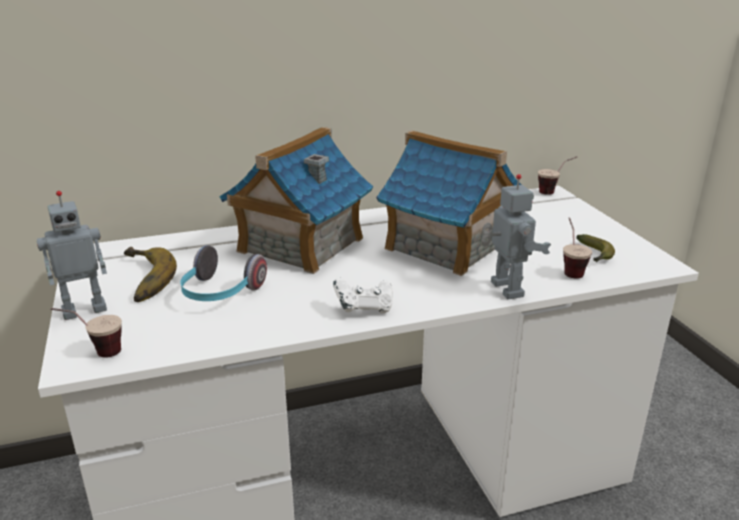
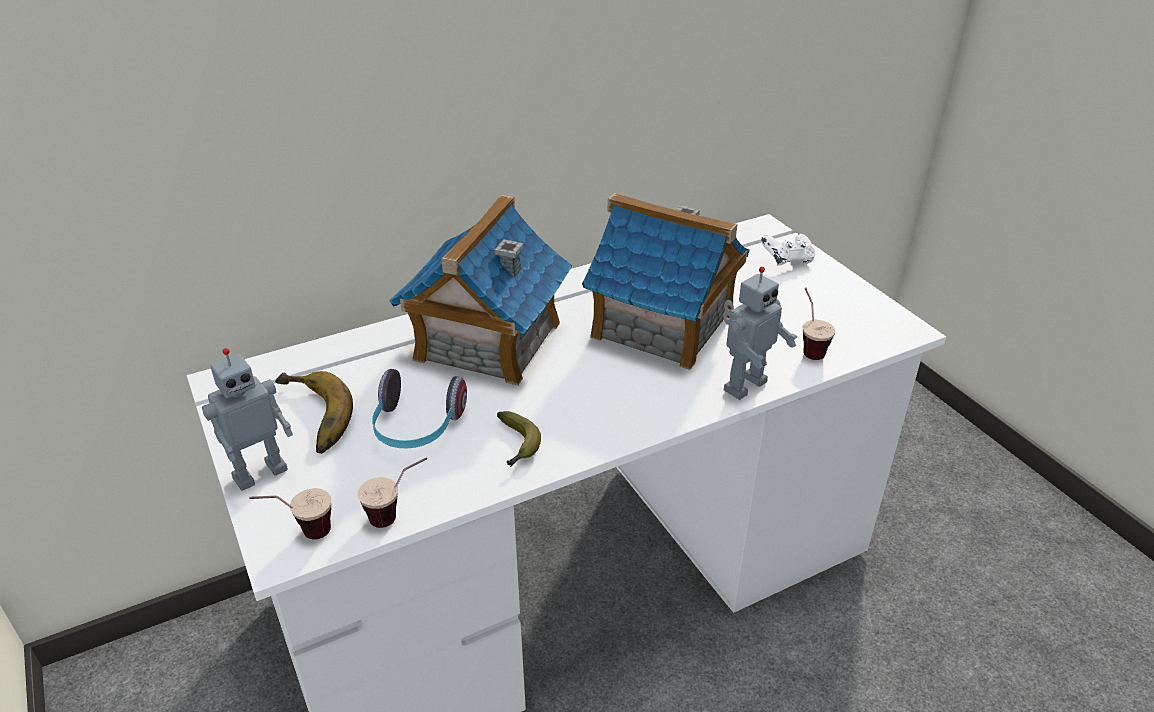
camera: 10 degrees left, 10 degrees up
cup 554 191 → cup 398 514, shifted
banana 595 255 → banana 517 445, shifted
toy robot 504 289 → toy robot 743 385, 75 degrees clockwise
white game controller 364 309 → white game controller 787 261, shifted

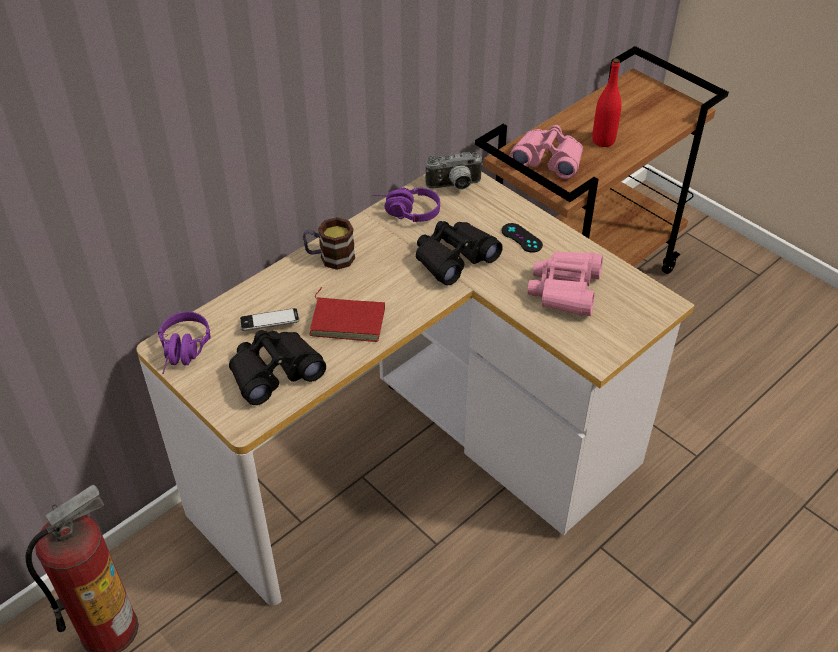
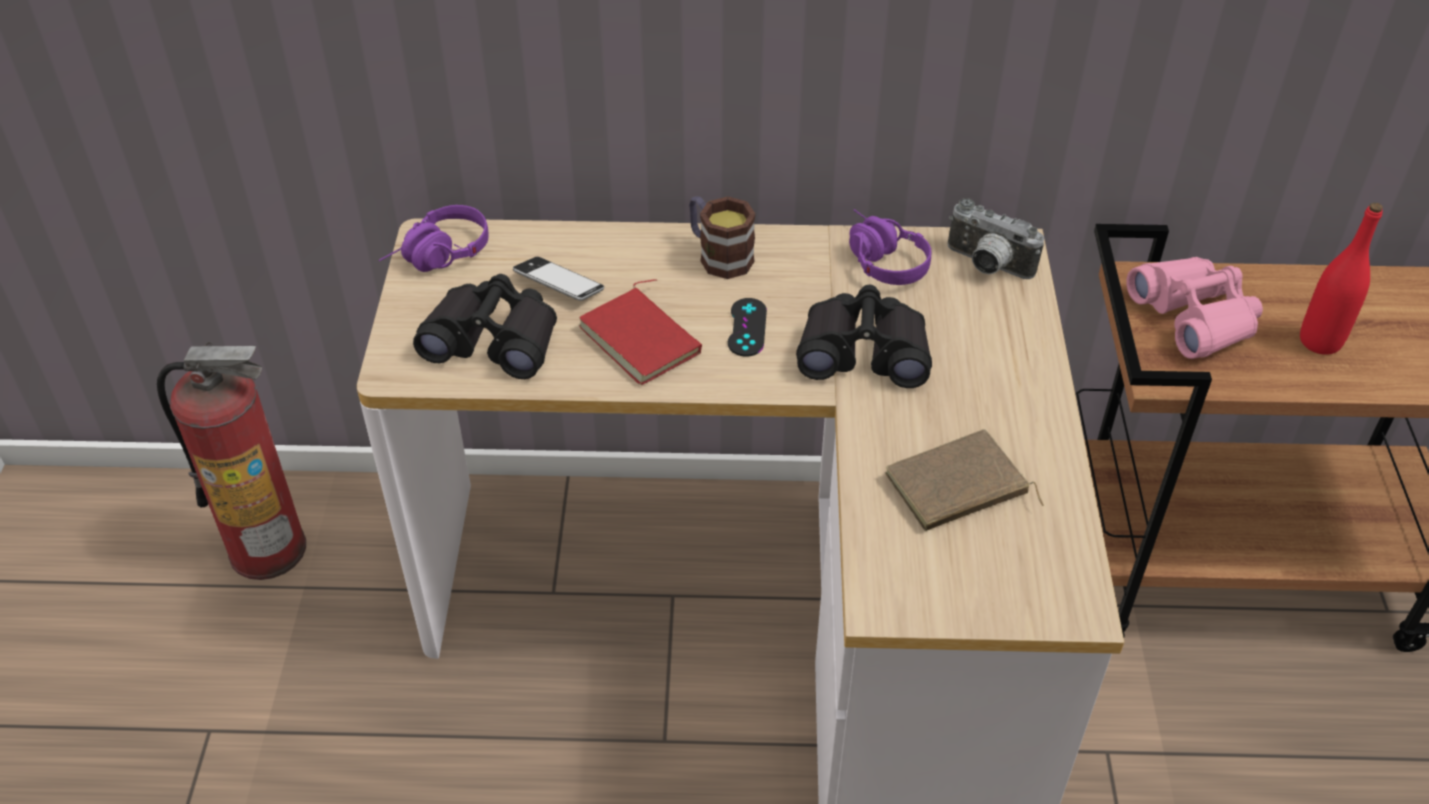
camera: 45 degrees right, 0 degrees up
black game controller 521 238 → black game controller 747 327, shifted
pink binoculars 565 290 → brown book 957 489

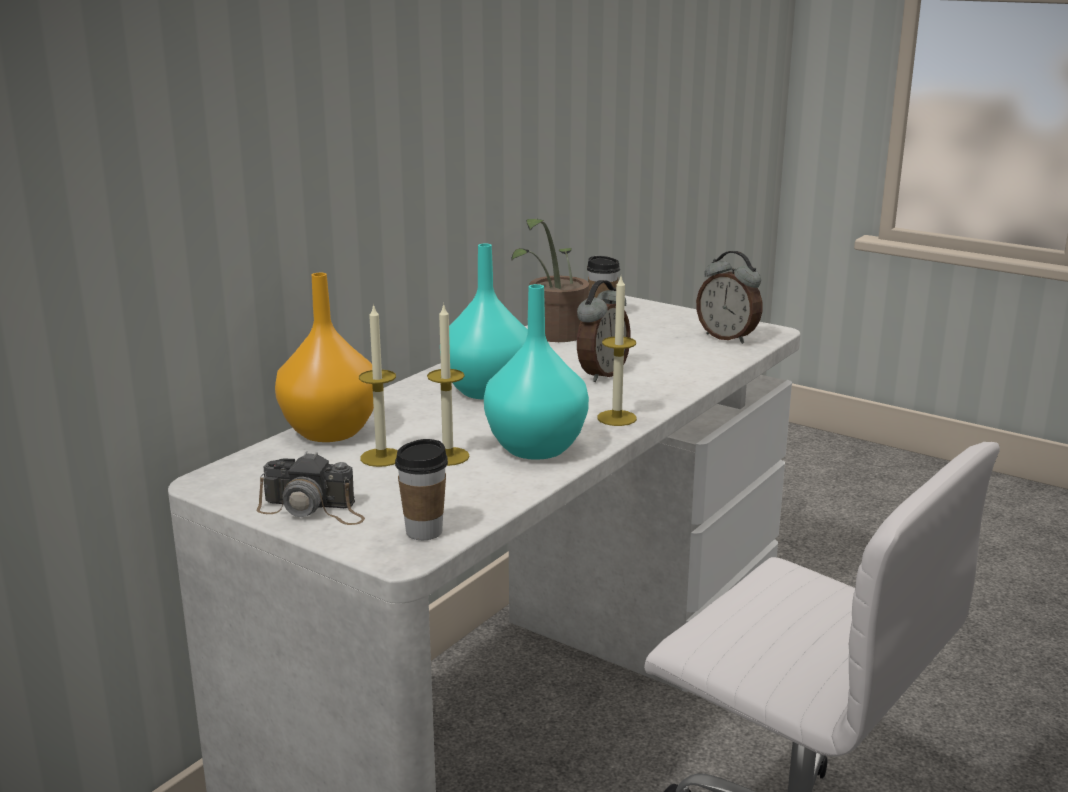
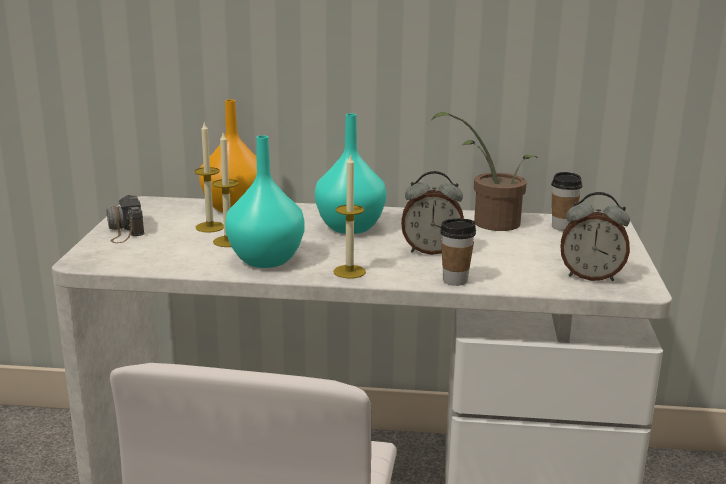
camera: 60 degrees right, 0 degrees up
cup 424 531 → cup 455 280, shifted
alarm clock 728 337 → alarm clock 591 276, 90 degrees counterclockwise

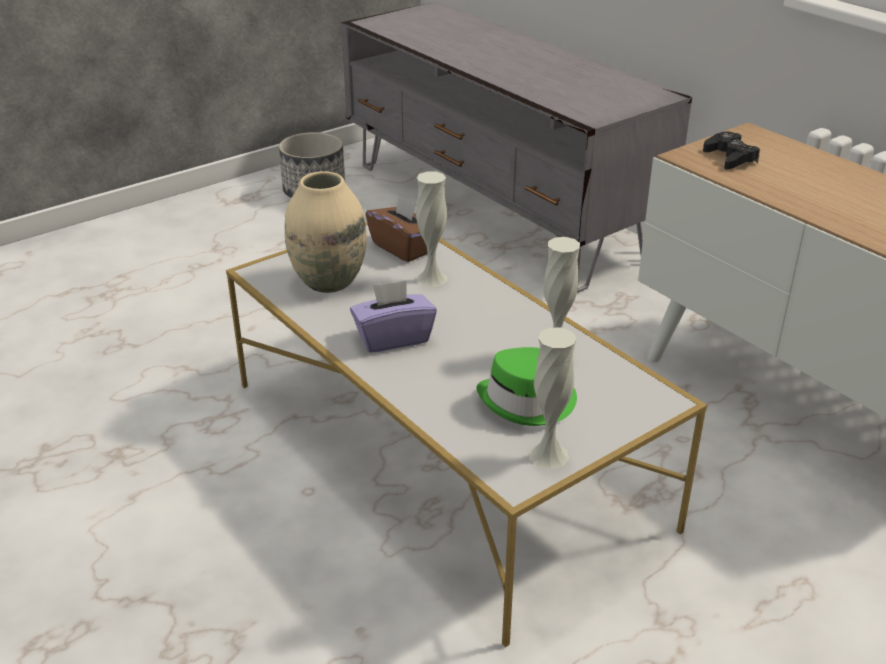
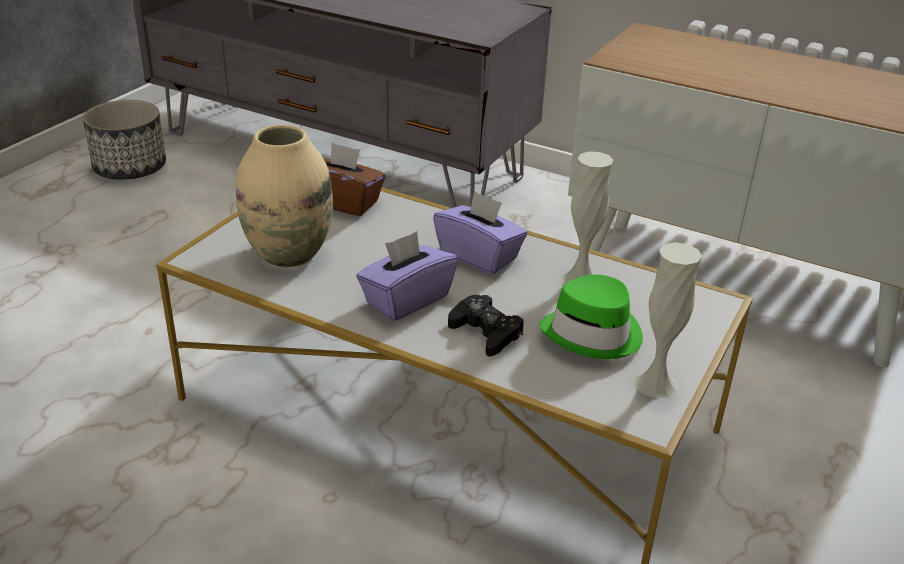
camera: 25 degrees left, 0 degrees up
- → purple tissue box 479 255
black game controller 730 158 → black game controller 486 332, shifted
white vase 431 278 → -

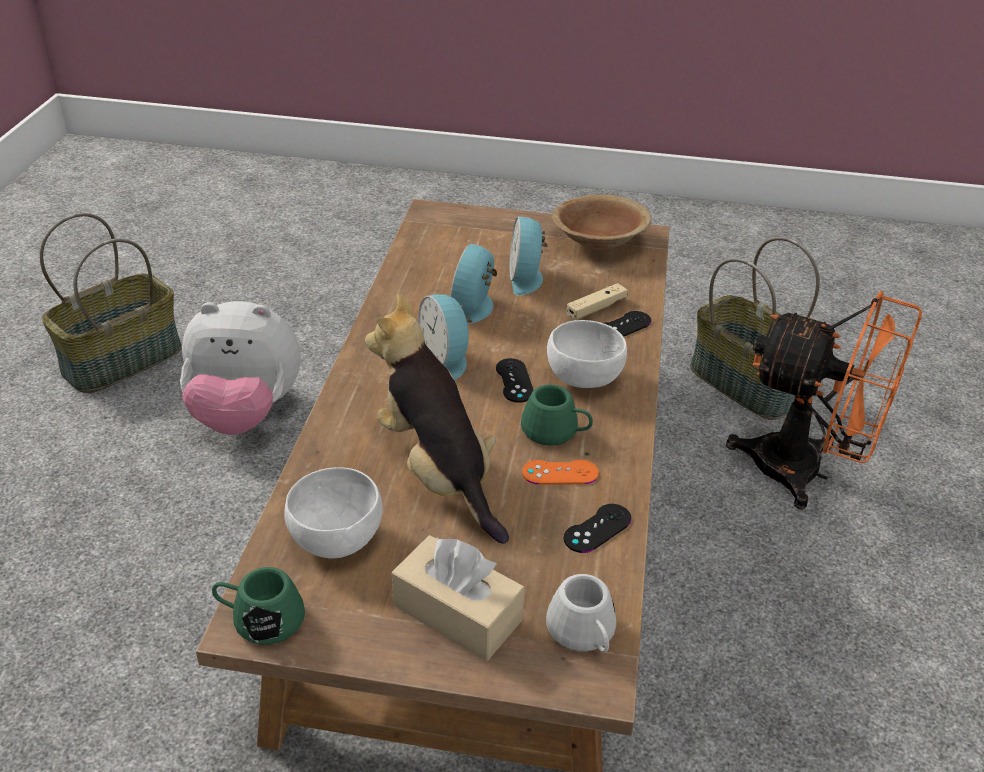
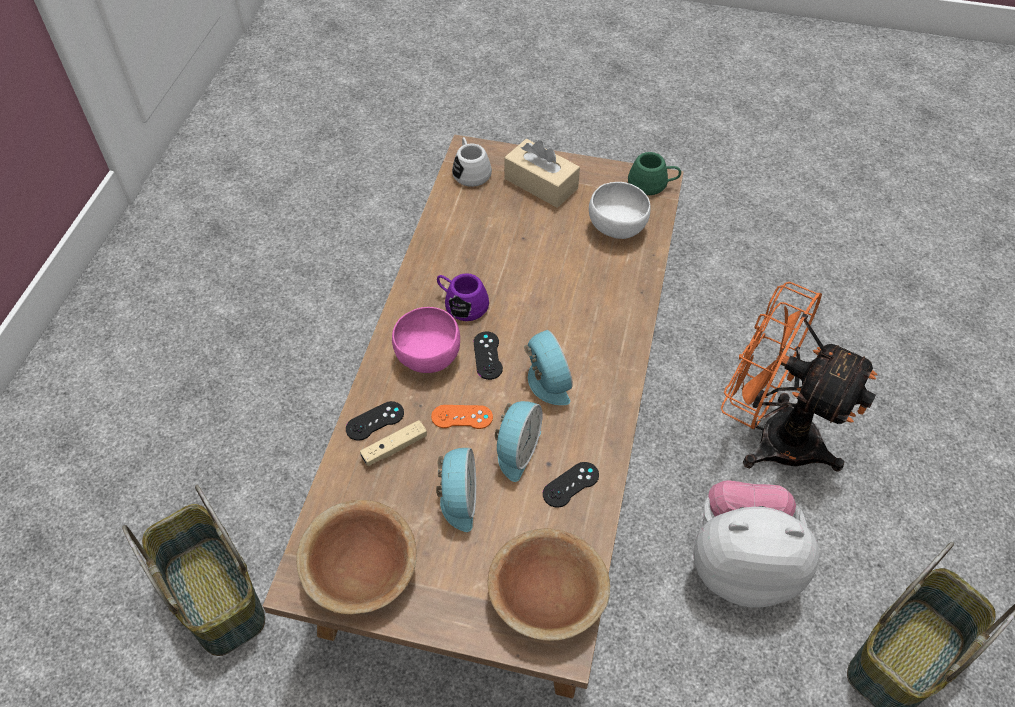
camera: 175 degrees left, 15 degrees up
white bowl 583 378 → pink bowl 428 357
orange game controller 560 473 → orange game controller 462 417, shifted
green mug 556 432 → purple mug 461 303
- → brown bowl 547 595
black game controller 597 528 → black game controller 571 484, shifted
orange fan 805 472 → orange fan 771 435, shifted
plush toy 438 472 → -

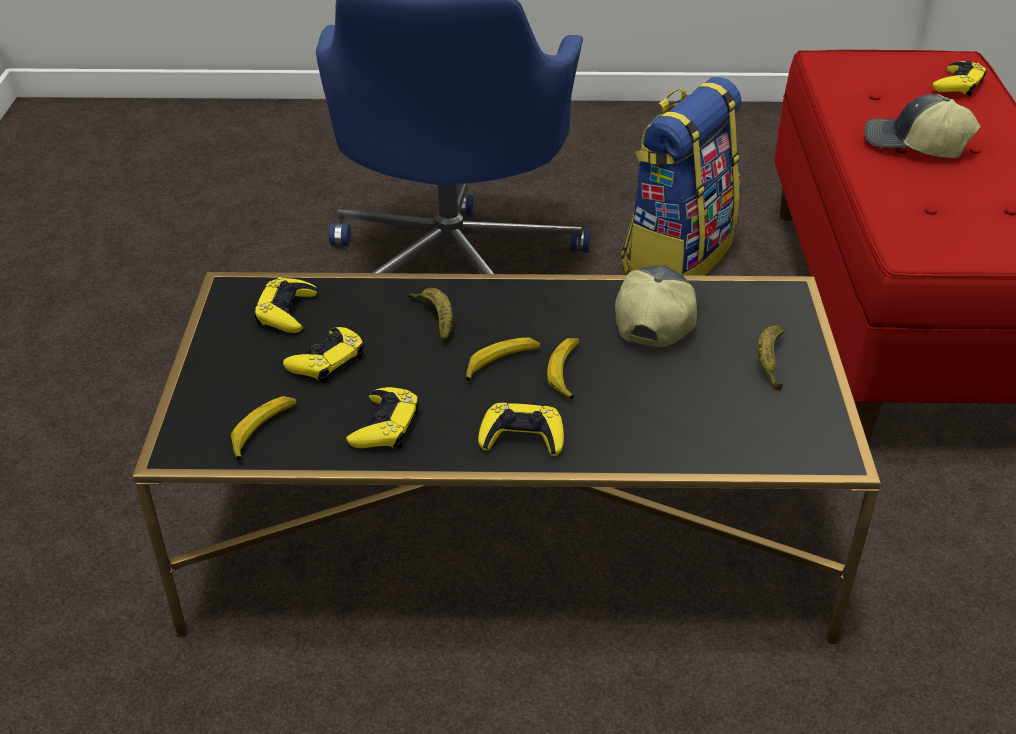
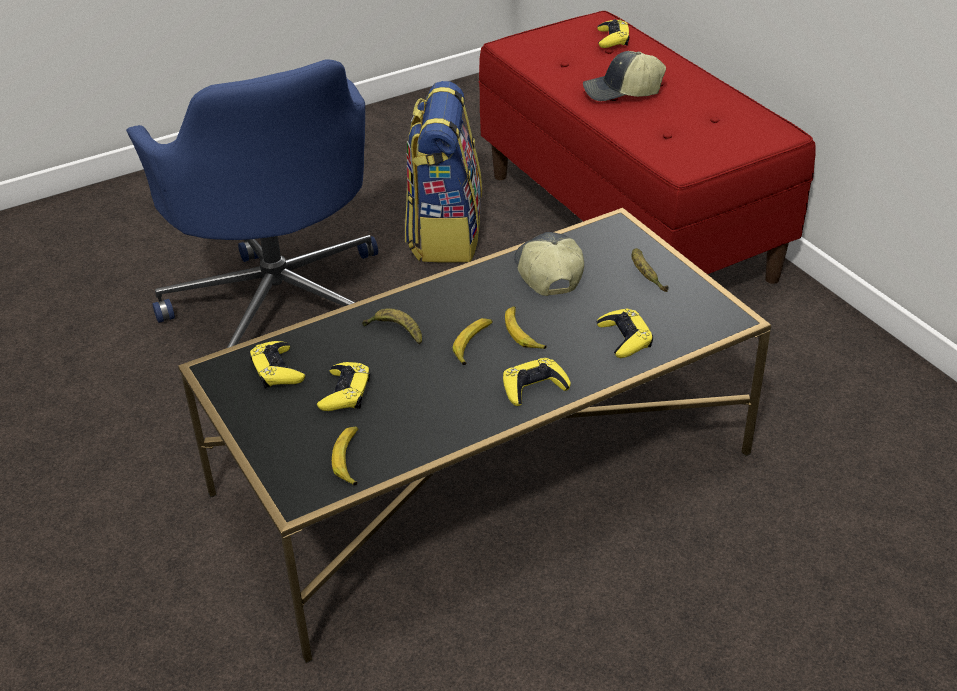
camera: 30 degrees left, 0 degrees up
yellow game controller 385 426 → yellow game controller 625 338, shifted

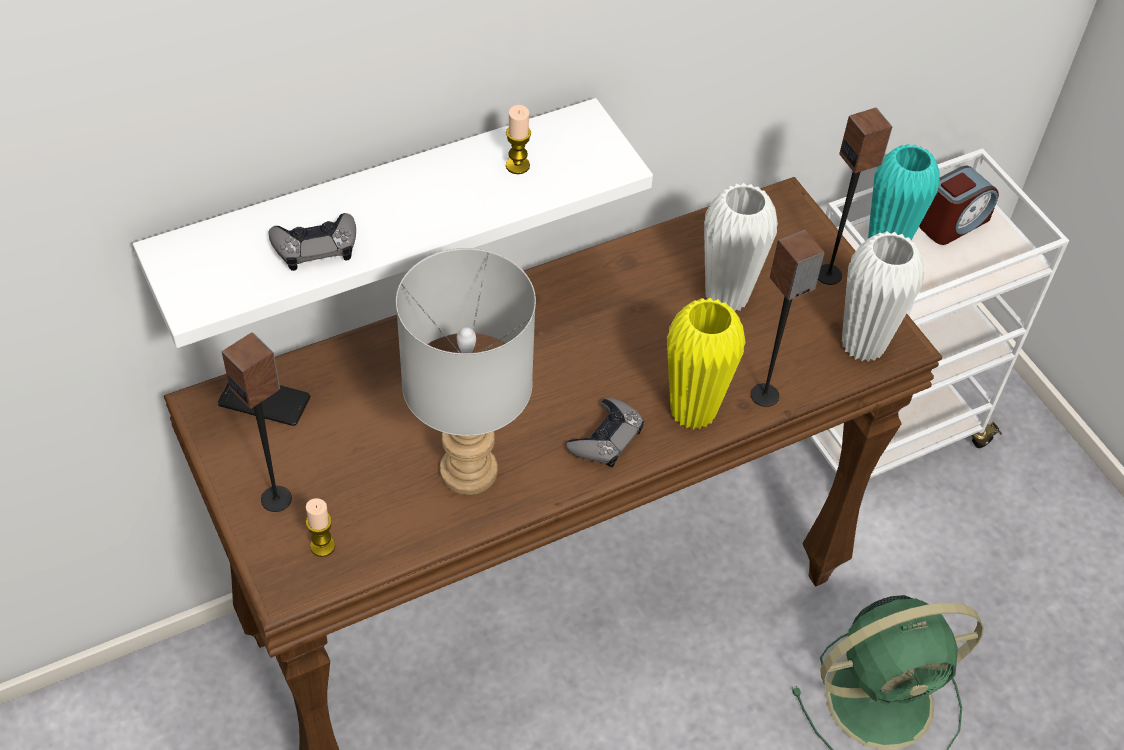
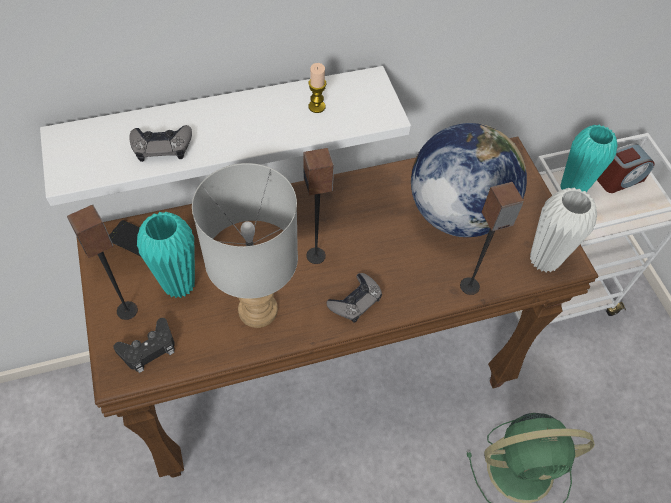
camera: 10 degrees right, 5 degrees up
candle 322 546 → black game controller 148 349
- → turquoise vase 179 284
speaker 829 274 → speaker 316 255, shifted
white vase 726 297 → globe 456 213
yellow vase 693 411 → -

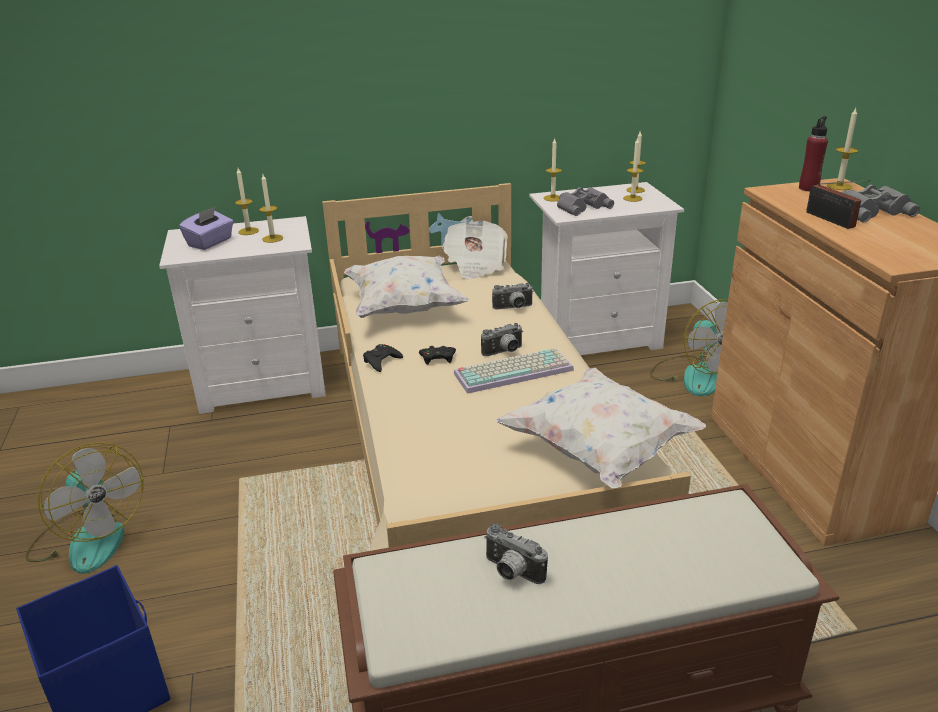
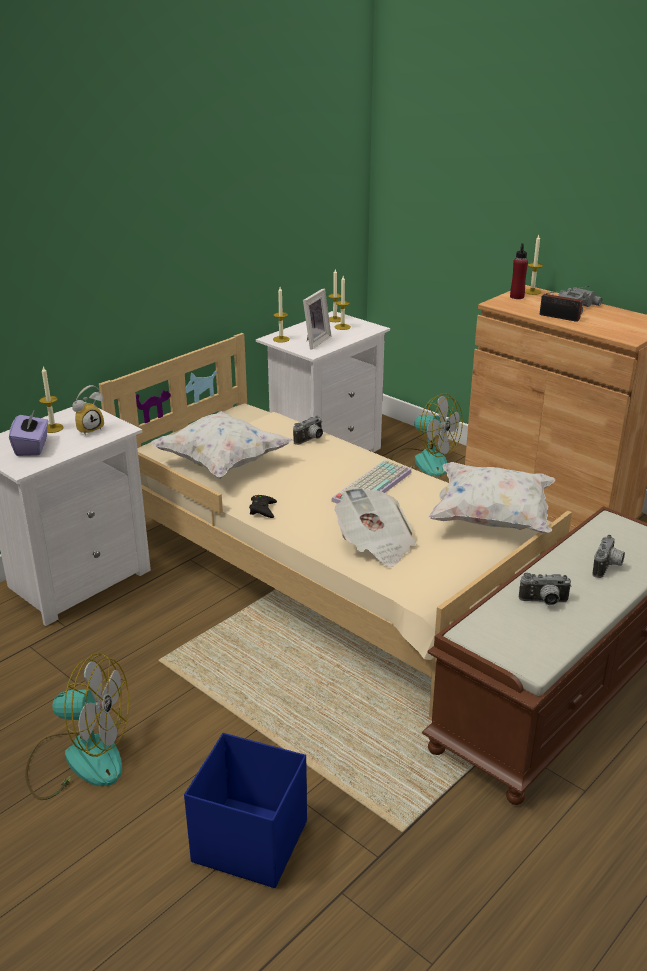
camera: 35 degrees left, 0 degrees up
candle 272 238 → alarm clock 89 429
grey binoculars 582 206 → picture frame 314 341
newspaper 475 265 → newspaper 375 544, shifted
photo camera 504 352 → photo camera 608 568, shifted
black game controller 438 358 → -

